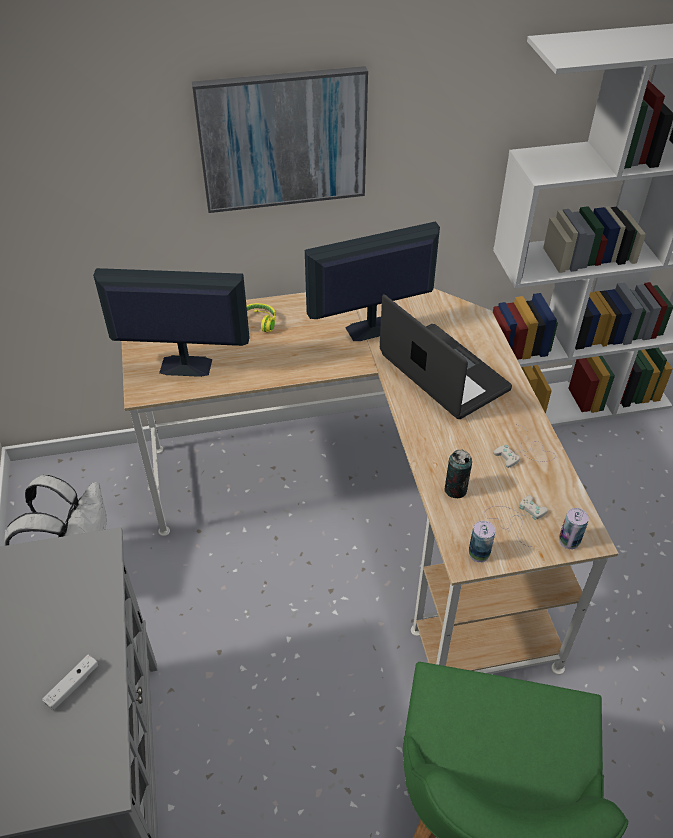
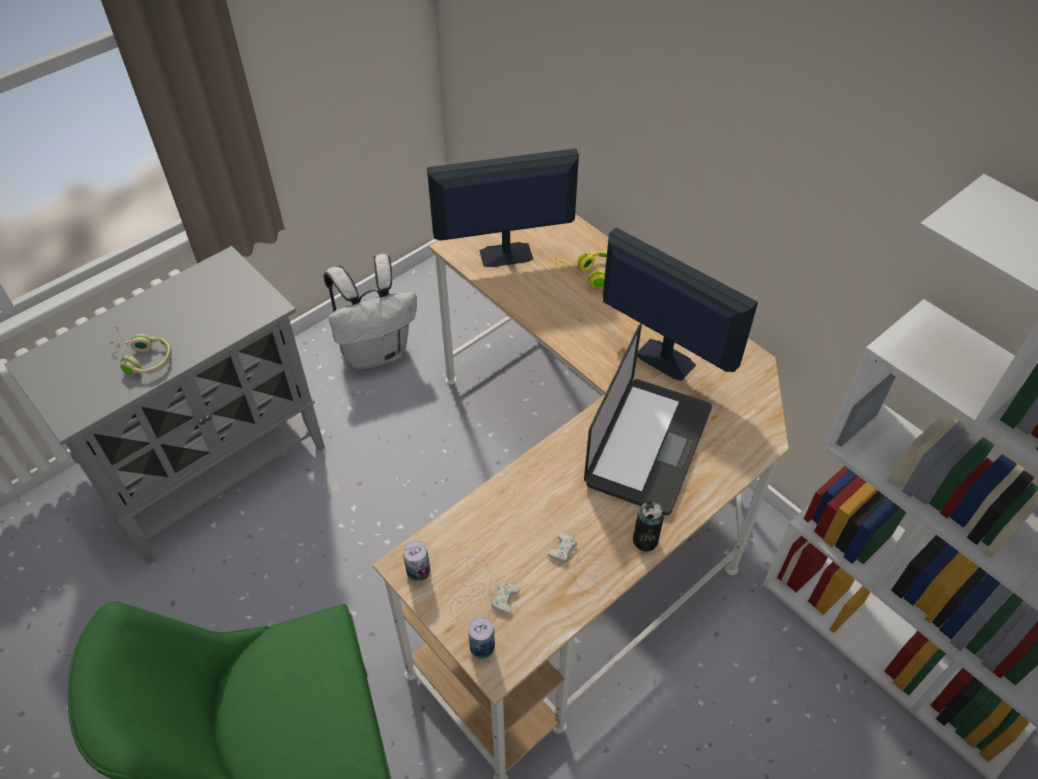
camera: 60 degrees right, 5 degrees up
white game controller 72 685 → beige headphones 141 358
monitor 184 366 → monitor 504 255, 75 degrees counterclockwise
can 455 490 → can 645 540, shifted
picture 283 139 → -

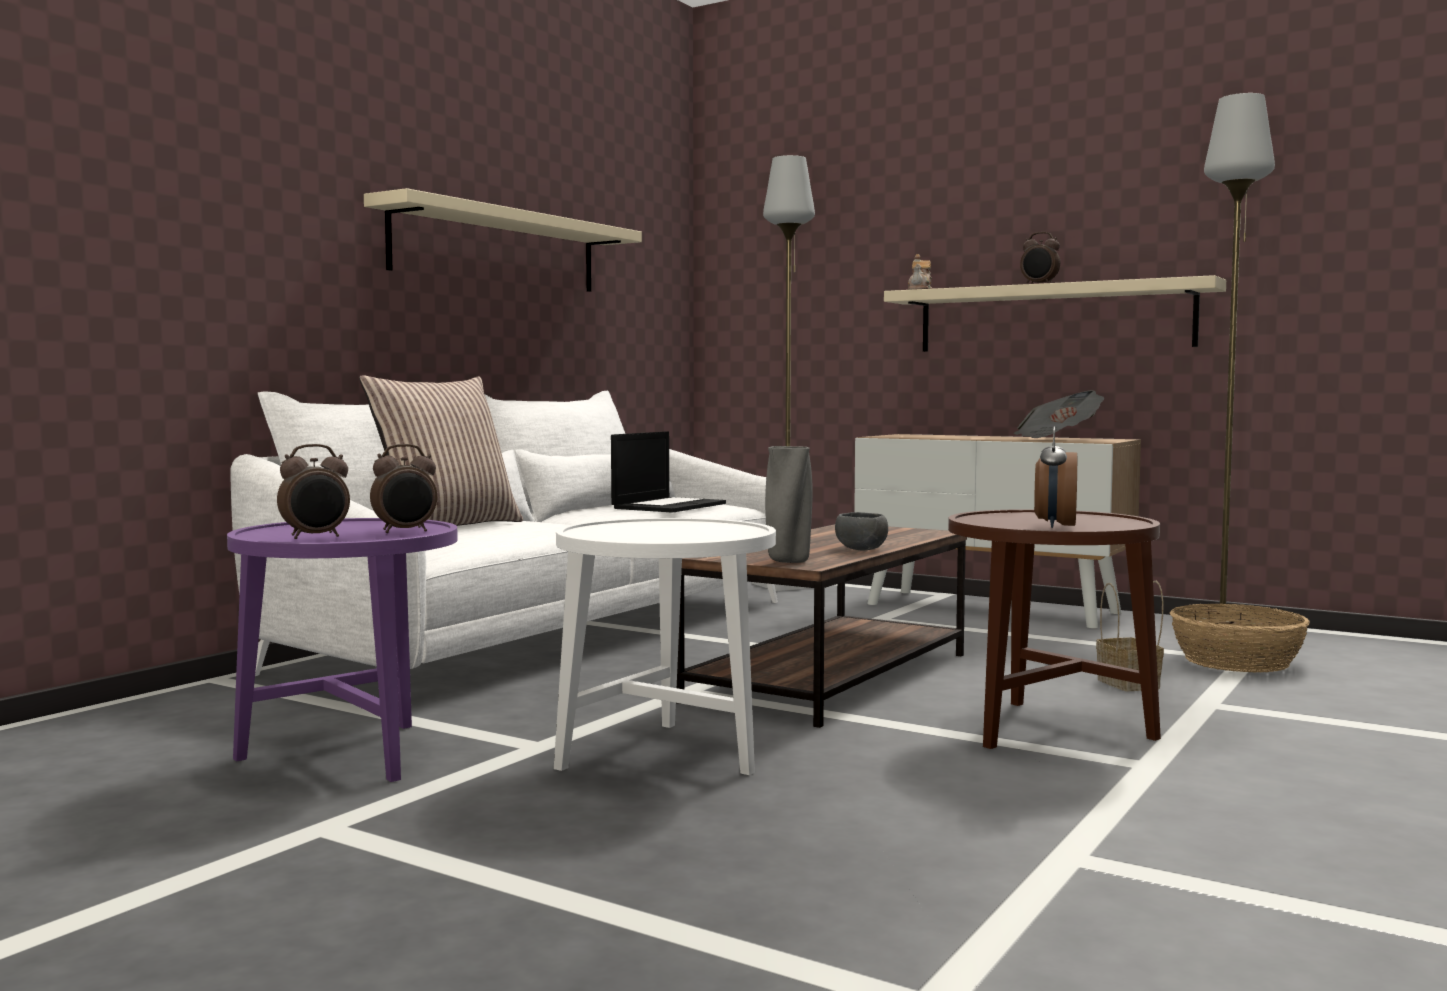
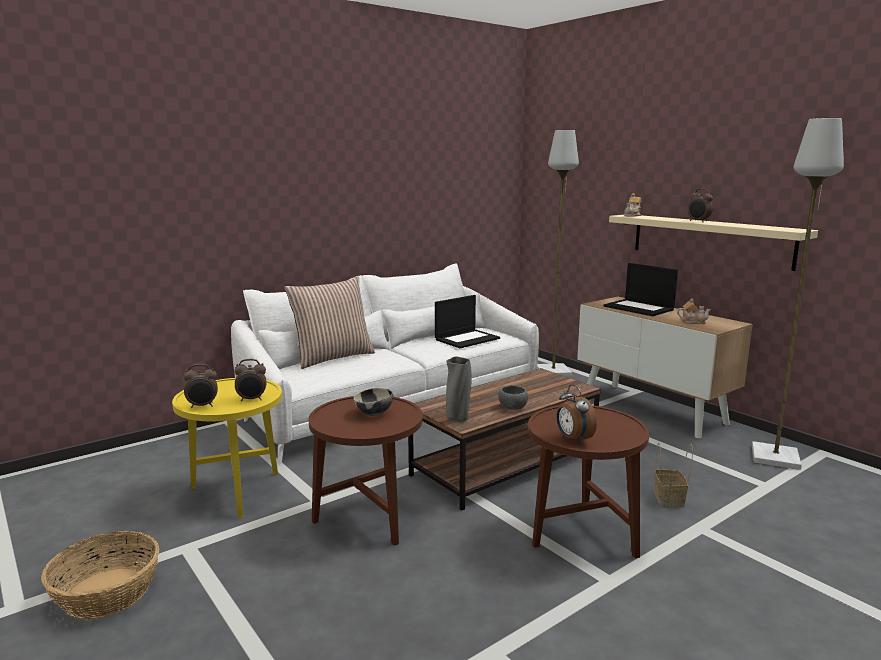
camera: 20 degrees right, 10 degrees up
basket 1235 661 → basket 106 592, shifted
purple side table 351 756 → yellow side table 237 494
white side table 667 756 → brown side table 369 521
- → bowl 374 414
alarm clock 1054 525 → alarm clock 573 439, 60 degrees counterclockwise
- → laptop 639 308
newspaper 1057 439 → teapot 692 322
beige shelf 497 249 → -

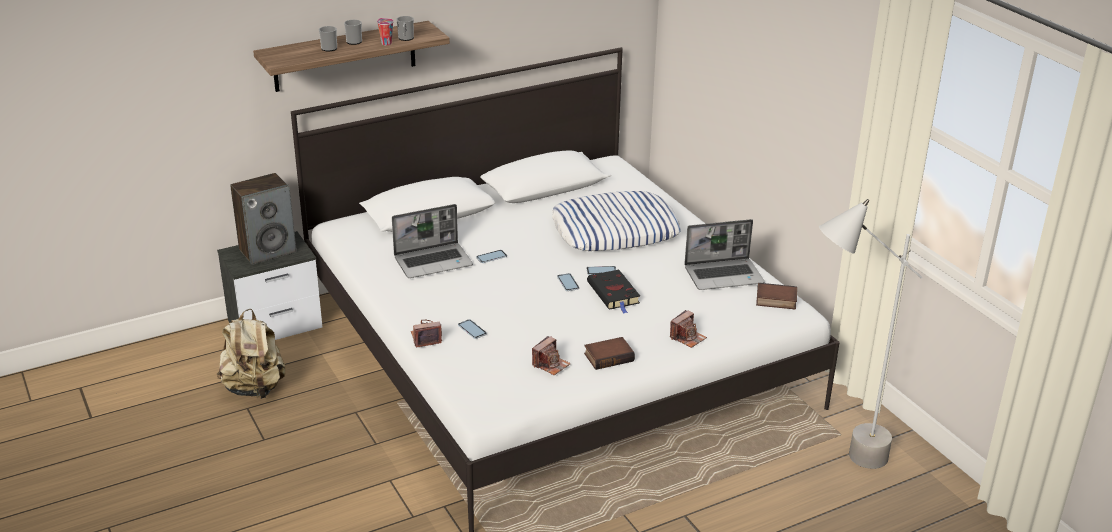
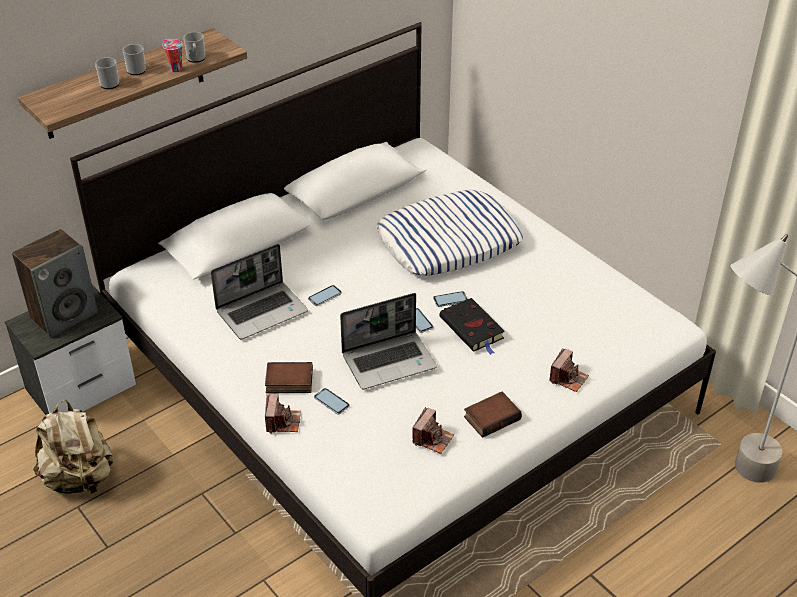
camera: 10 degrees left, 10 degrees up
book 775 300 → book 288 382, shifted
photo camera 425 338 → photo camera 282 422, 120 degrees clockwise
laptop 724 275 → laptop 389 361, shifted

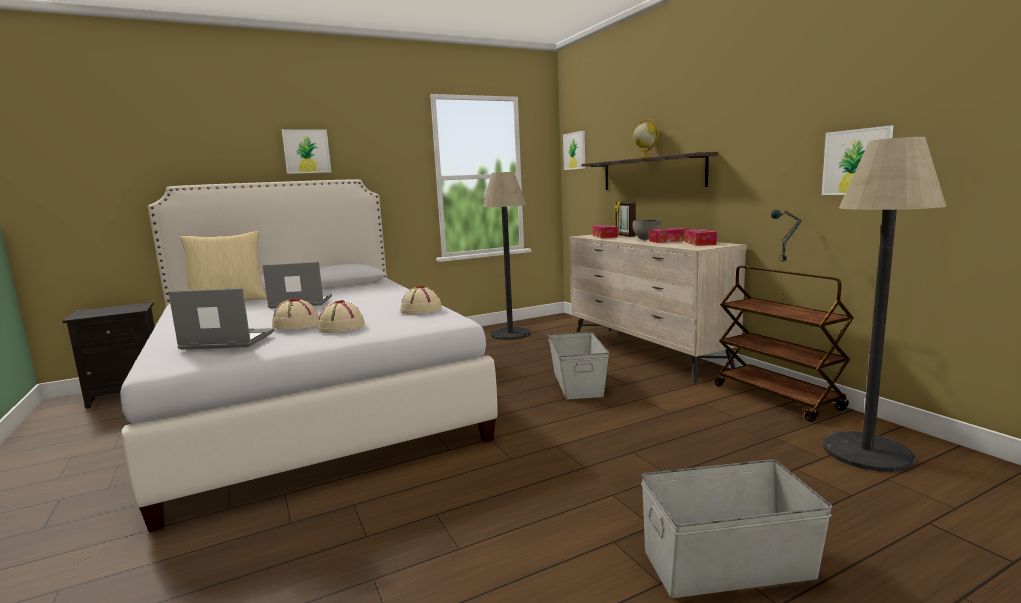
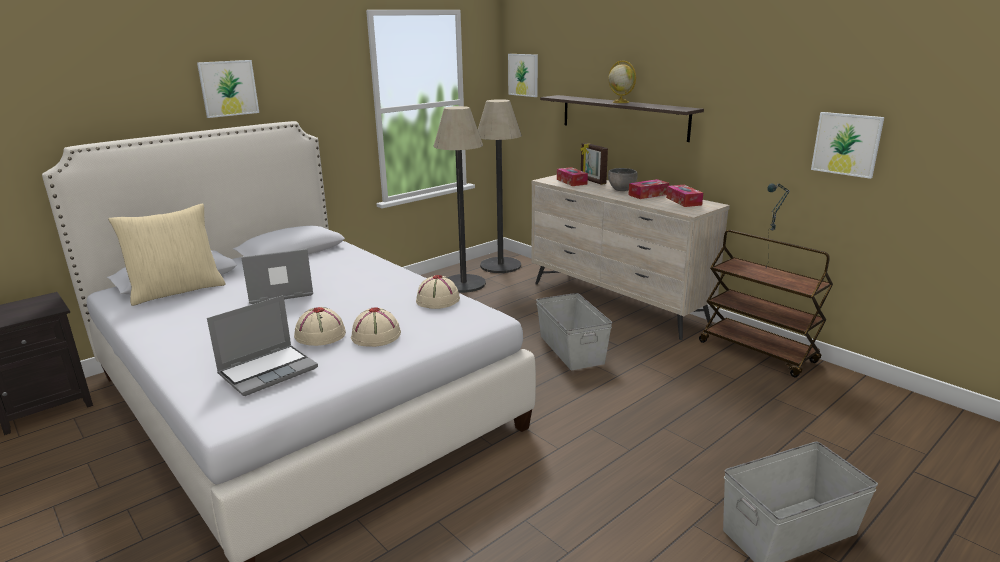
camera: 15 degrees left, 10 degrees up
laptop 226 341 → laptop 268 370, 150 degrees clockwise
floor lamp 867 452 → floor lamp 500 265, shifted

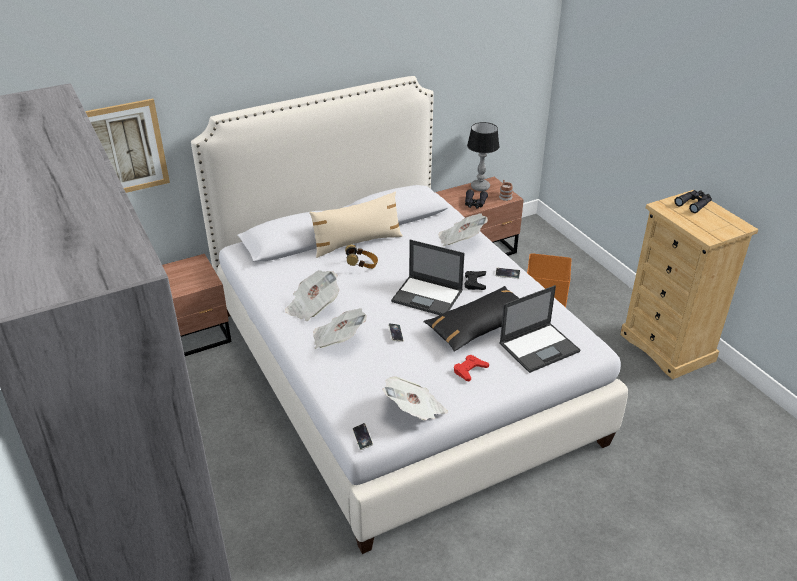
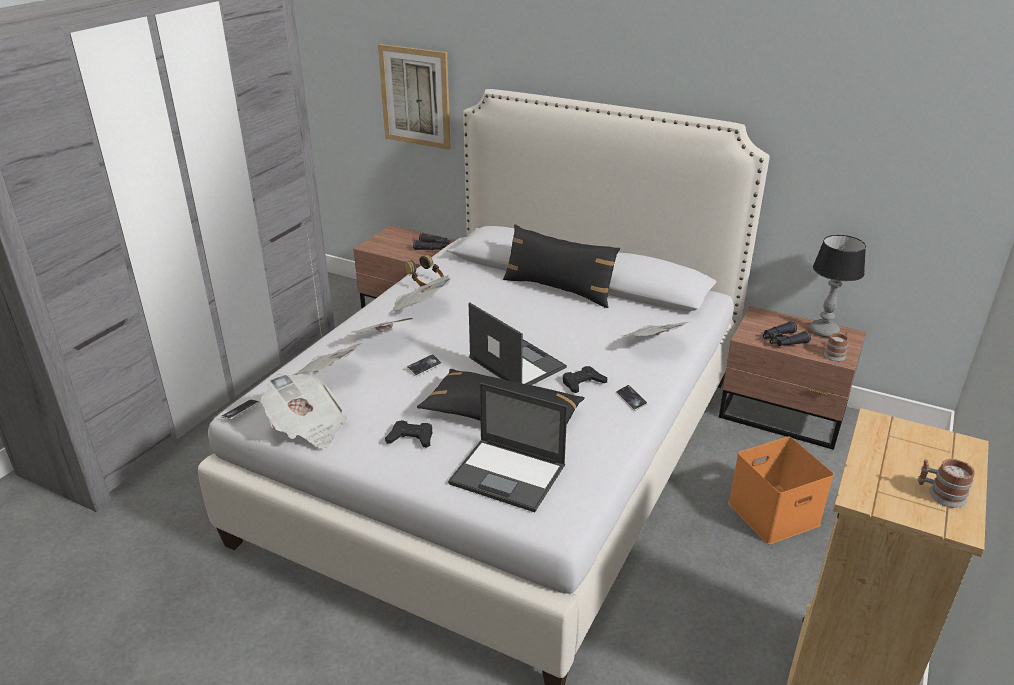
camera: 55 degrees right, 5 degrees down
- → newspaper 329 375
red game controller 469 370 → black game controller 411 438
headphones 362 266 → headphones 426 284, shifted
black binoculars 694 204 → black binoculars 433 247, shifted
laptop 428 296 → laptop 516 362, 150 degrees clockwise
beige pillow 357 243 → black pillow 558 289
- → mug 940 494

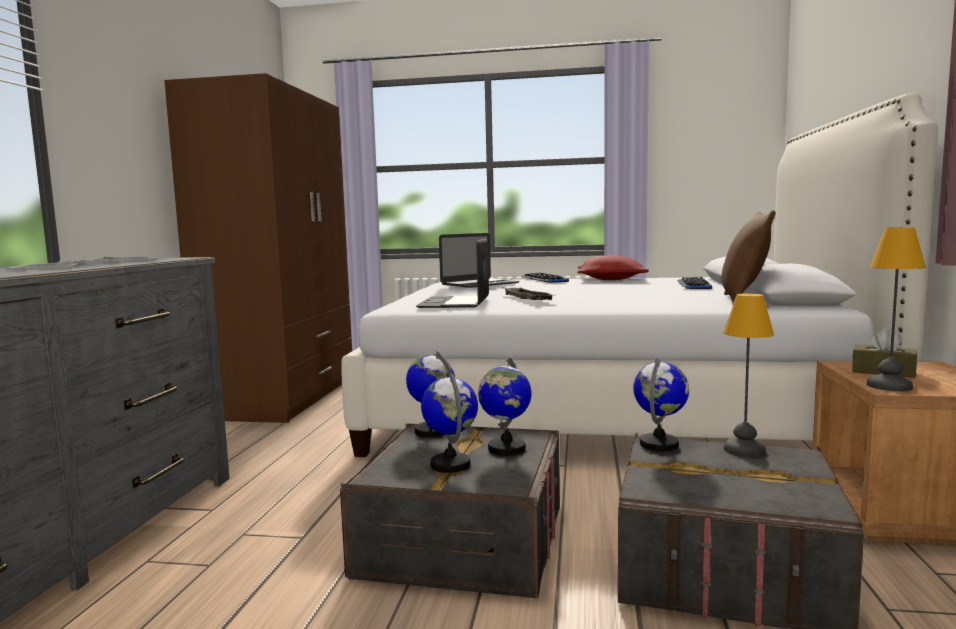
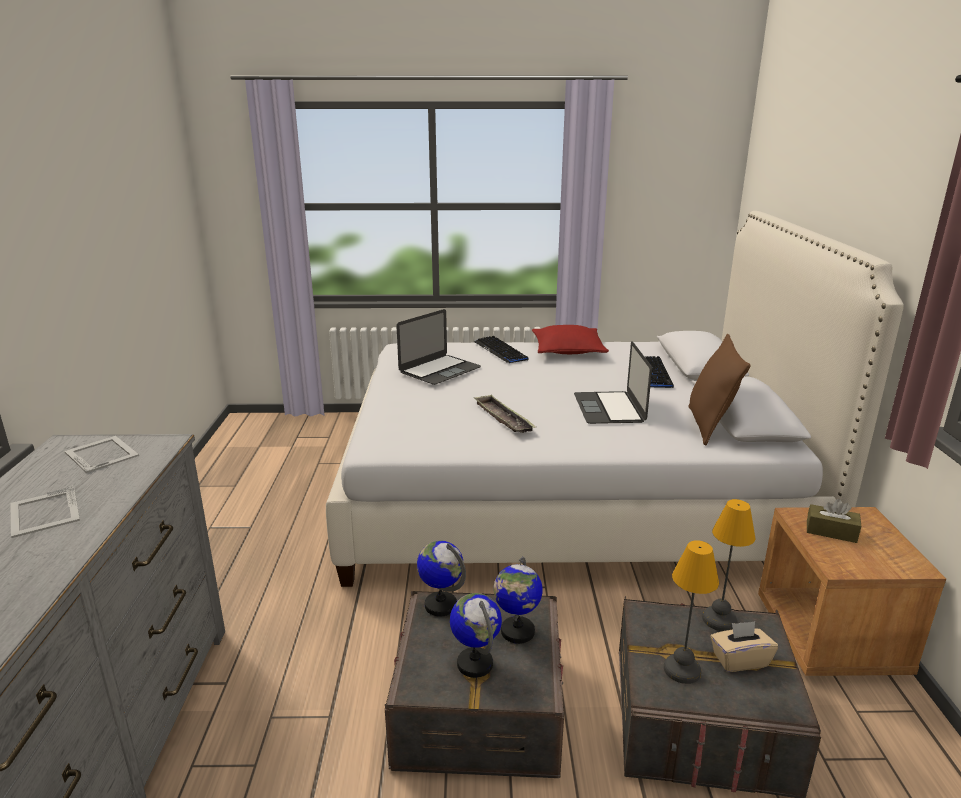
camera: 10 degrees left, 15 degrees up
laptop 455 302 → laptop 609 408, shifted
table lamp 888 385 → table lamp 682 669, shifted
- → beige tissue box 739 660
brown wardrobe 284 397 → -
globe 659 444 → -

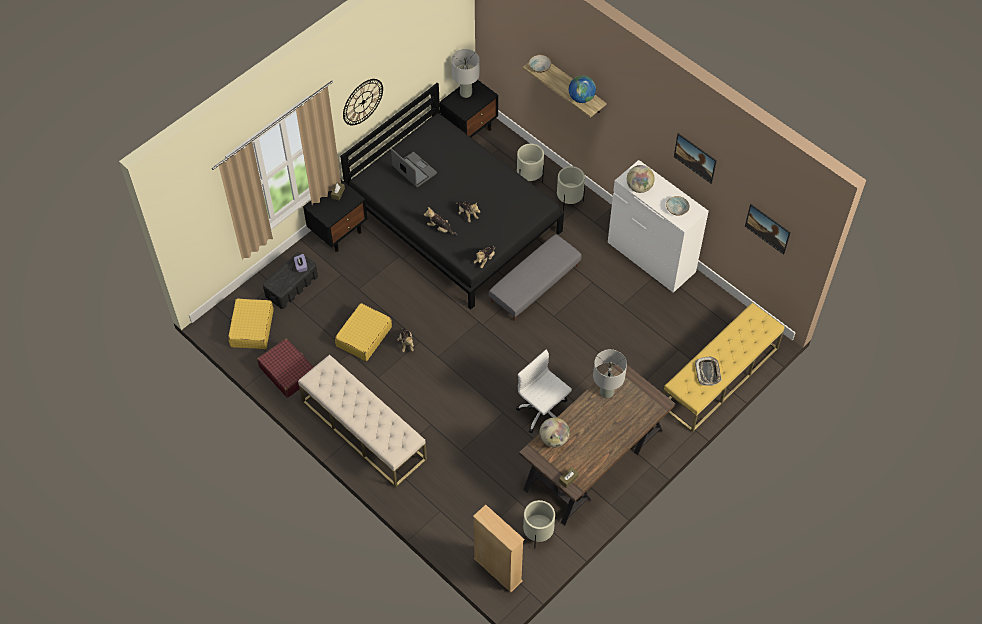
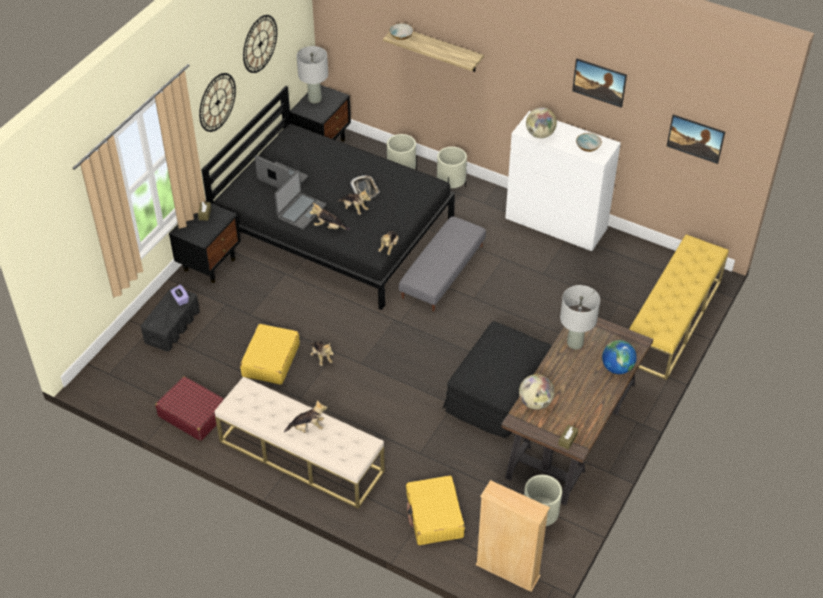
camera: 15 degrees left, 10 degrees down
- → wall clock 260 44
- → laptop 301 211
- → plush toy 307 427
tray 708 372 → tray 365 189, shifted
yellow suitcase 252 328 → yellow suitcase 434 516, shifted
white office chair 543 412 → black ottoman 498 394
globe 581 98 → globe 617 368, shifted

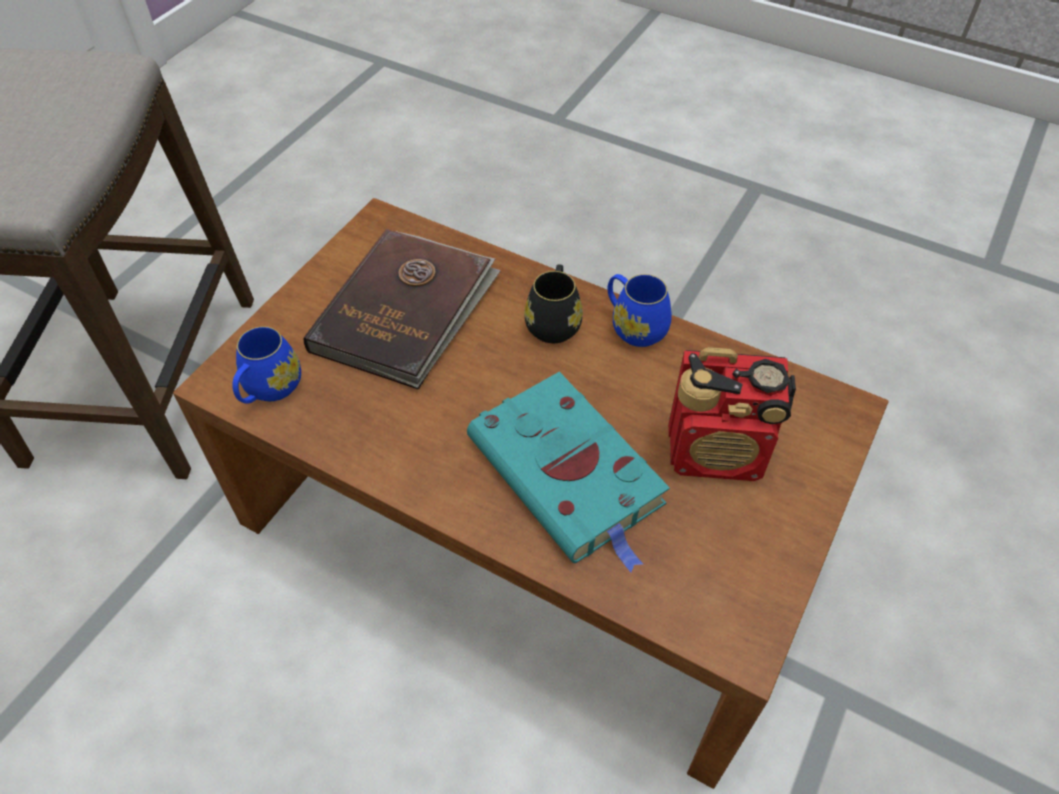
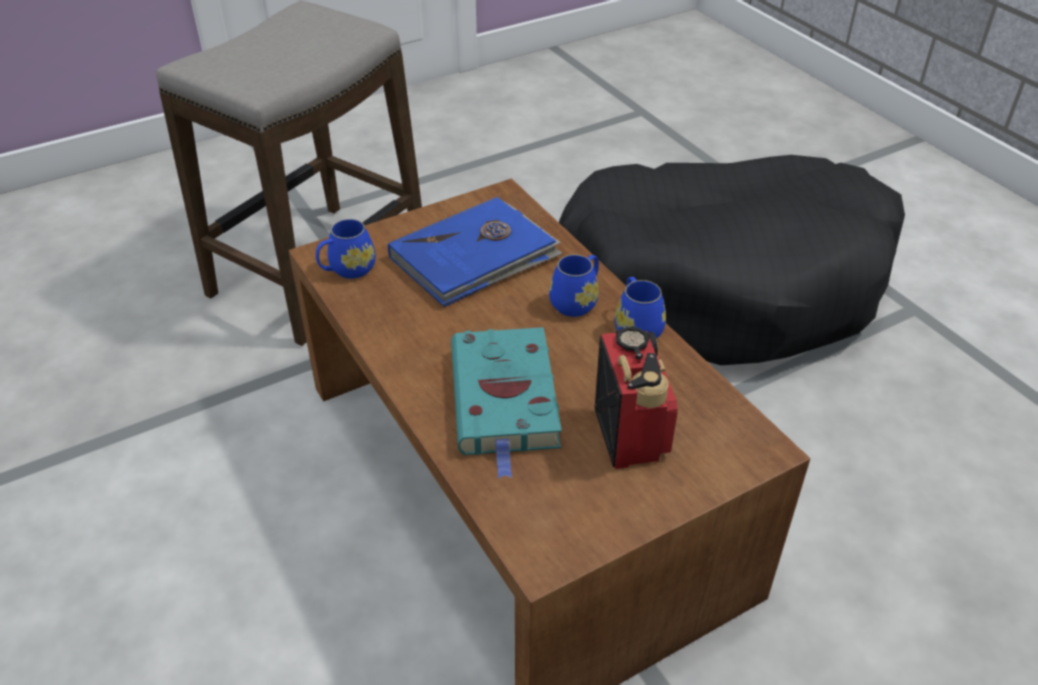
camera: 30 degrees right, 10 degrees down
brown book 406 311 → blue book 475 257
black mug 554 321 → blue mug 577 301
- → black dog bed 725 283
radio 717 453 → radio 630 433, 135 degrees counterclockwise

